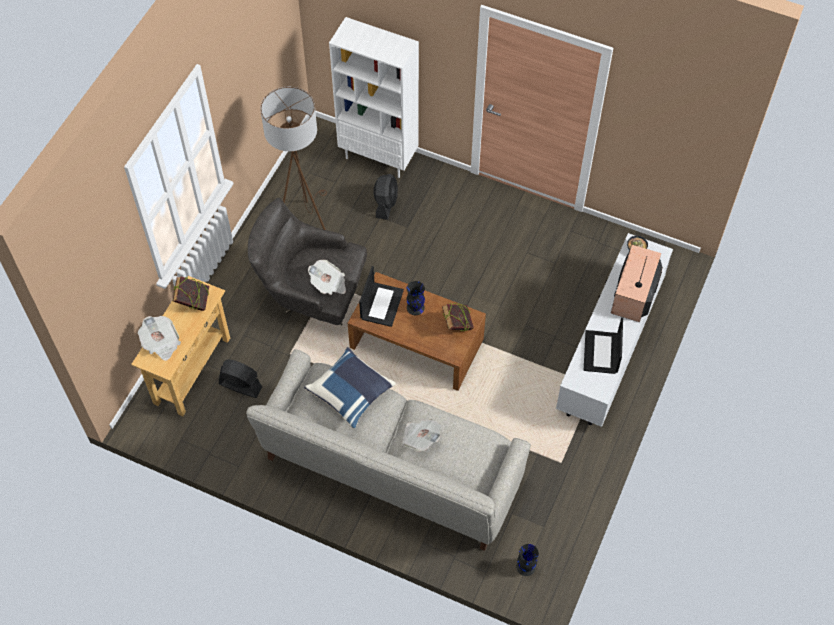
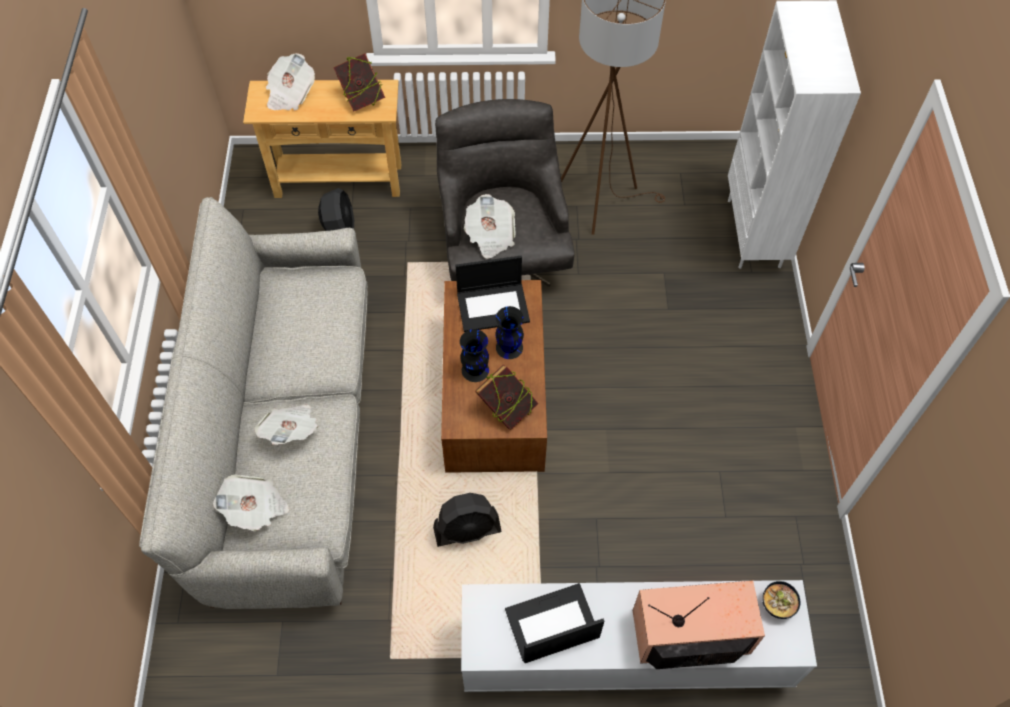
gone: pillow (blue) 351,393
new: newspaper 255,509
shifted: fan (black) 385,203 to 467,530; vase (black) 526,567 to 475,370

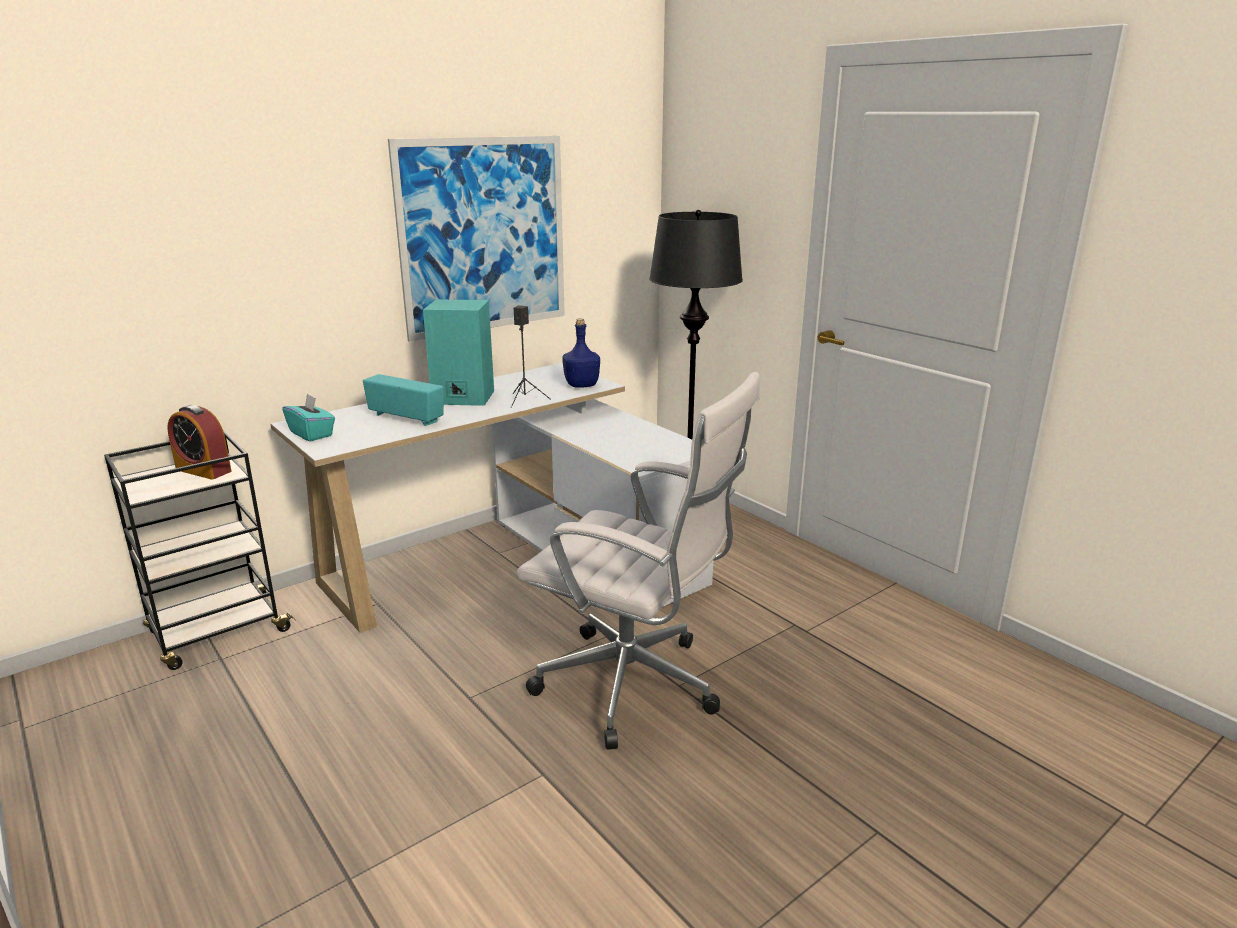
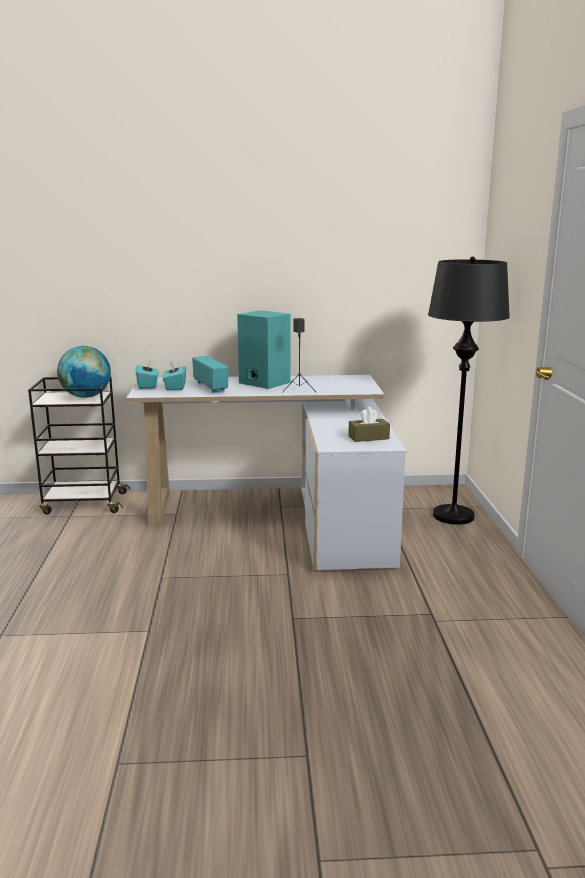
gone: picture 484,236; bottle (blue) 581,385; office chair (white) 636,687
new: tissue box (turquoise) 175,387; tissue box (brown) 368,437
swapped: alarm clock 203,470 to globe 86,396

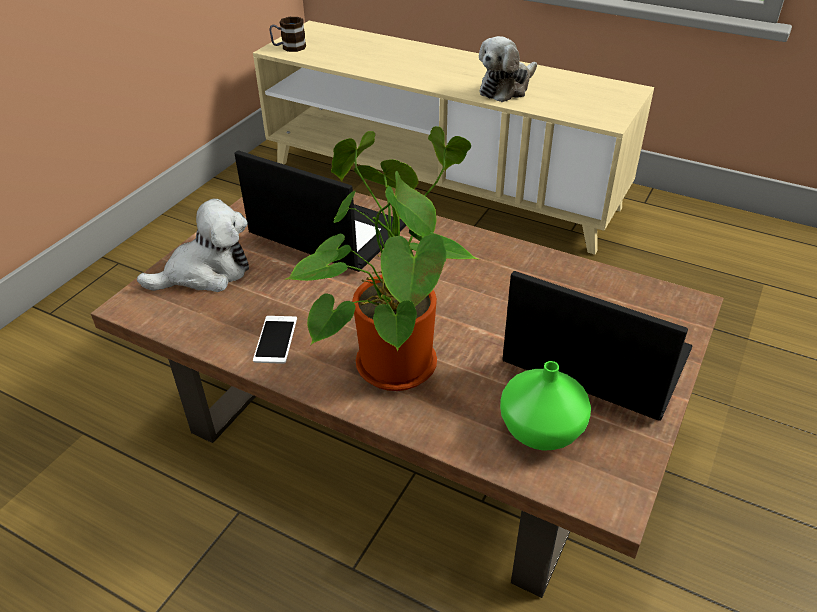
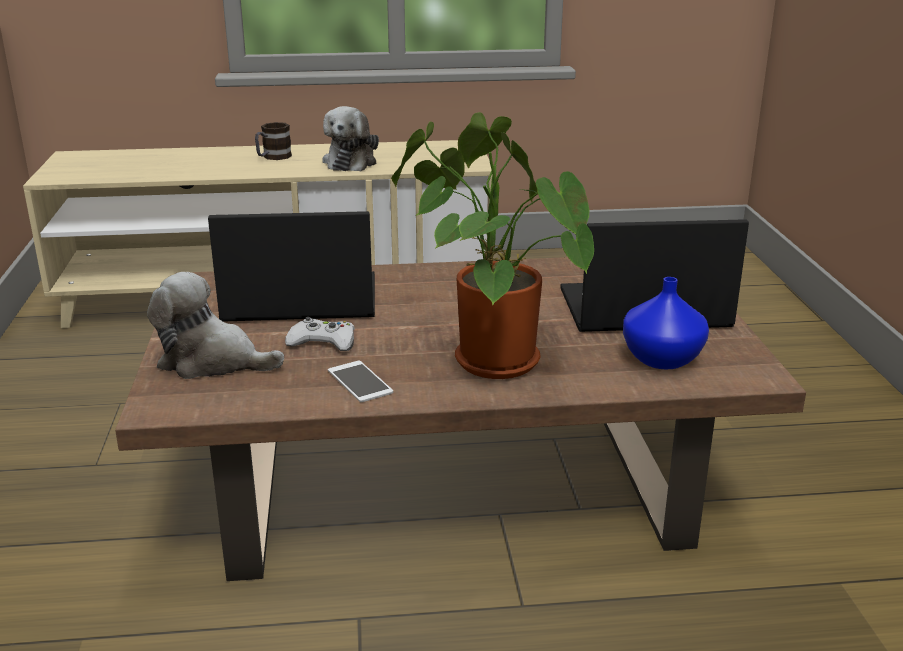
new: game controller (white) 323,342
shifted: mug 289,48 to 273,157
repainted: vase (green) 539,429 to vase (blue) 660,359
rotated: plush toy 206,273 = 212,361 105 degrees counterclockwise

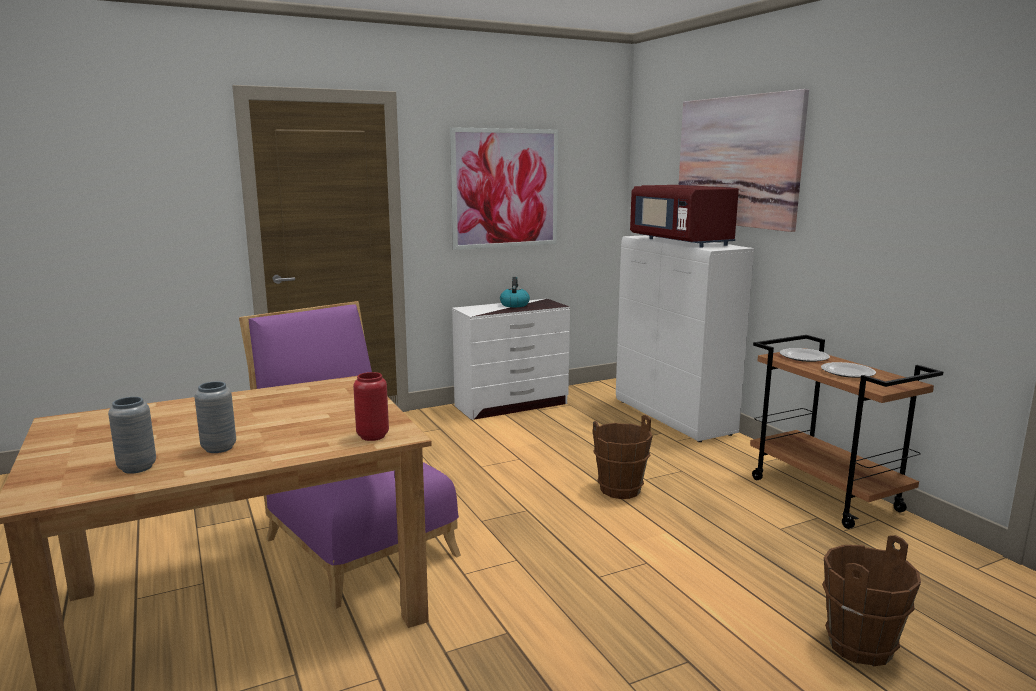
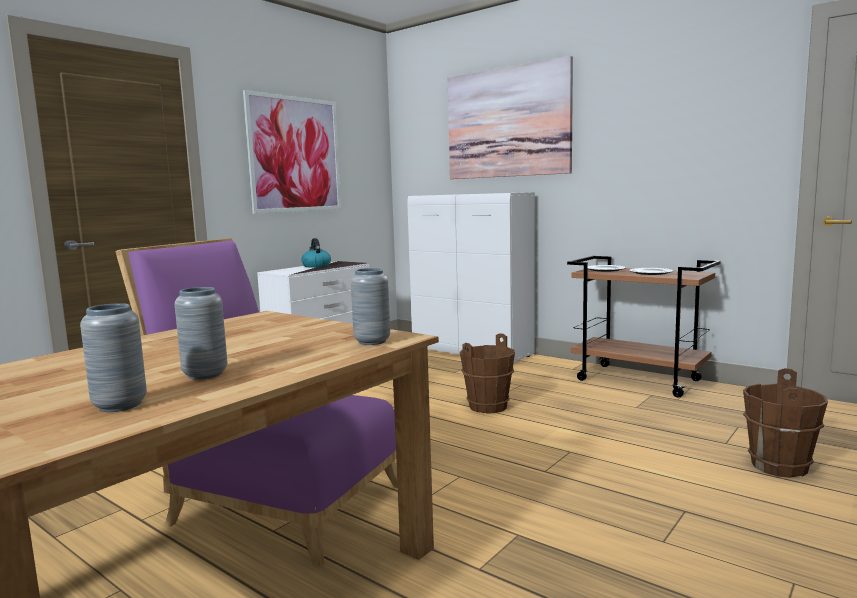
gone: microwave (red) 681,242
repainted: vase (red) 372,436 to vase (grey) 372,341

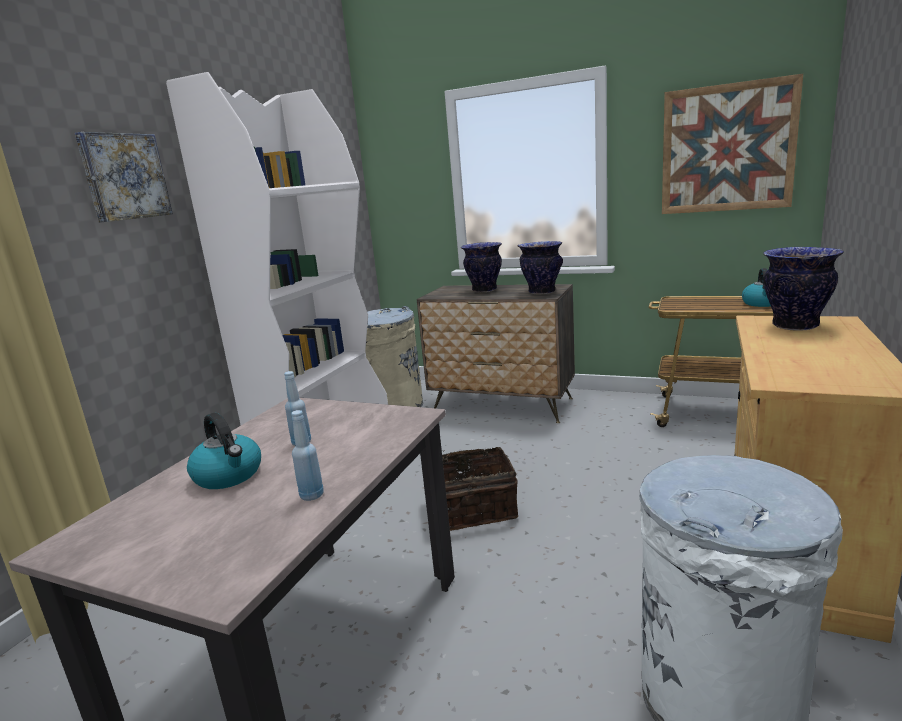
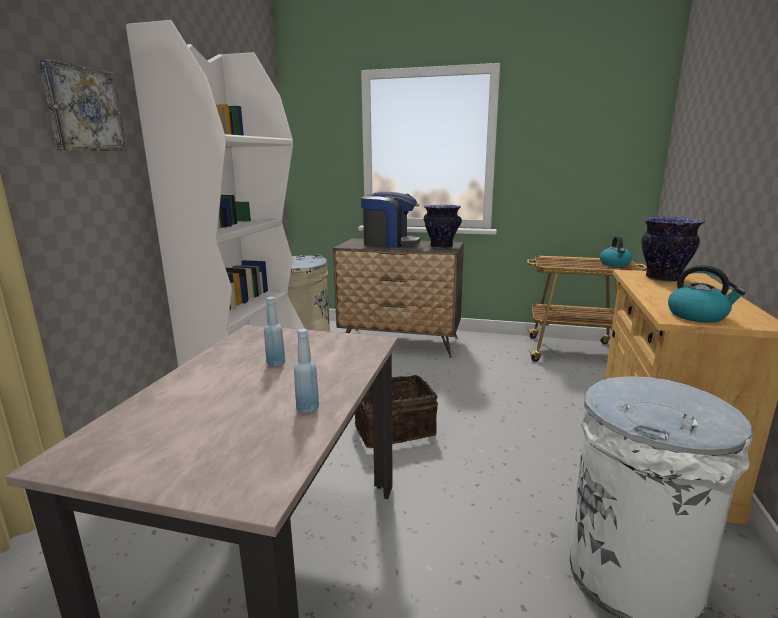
gone: picture 727,149
shifted: kettle 229,475 to 698,316
swapped: vase 484,290 to coffee machine 390,243

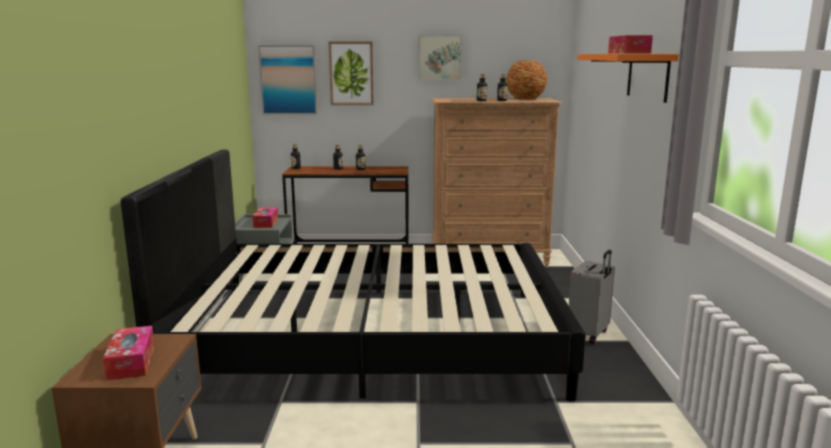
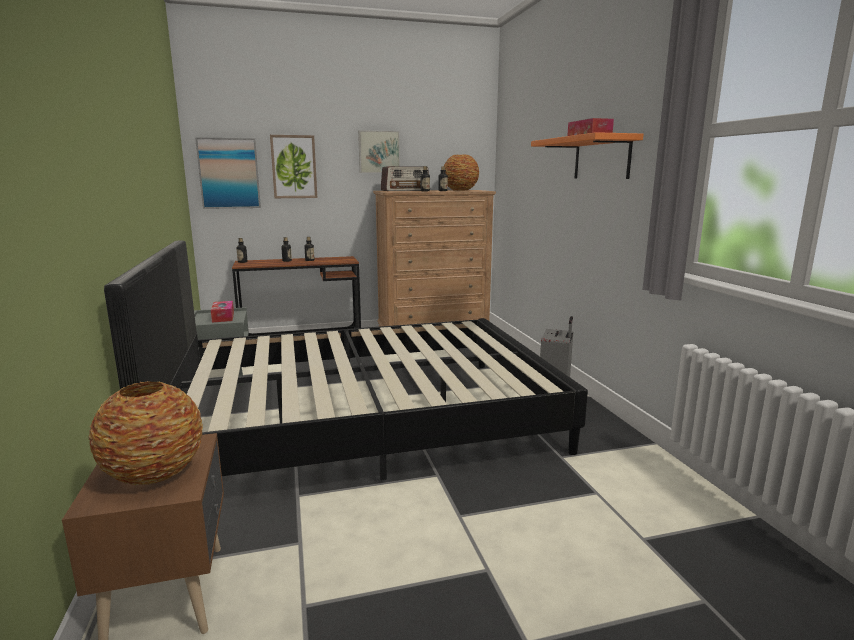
new: radio 405,190
swapped: tissue box 131,361 to vase 155,474

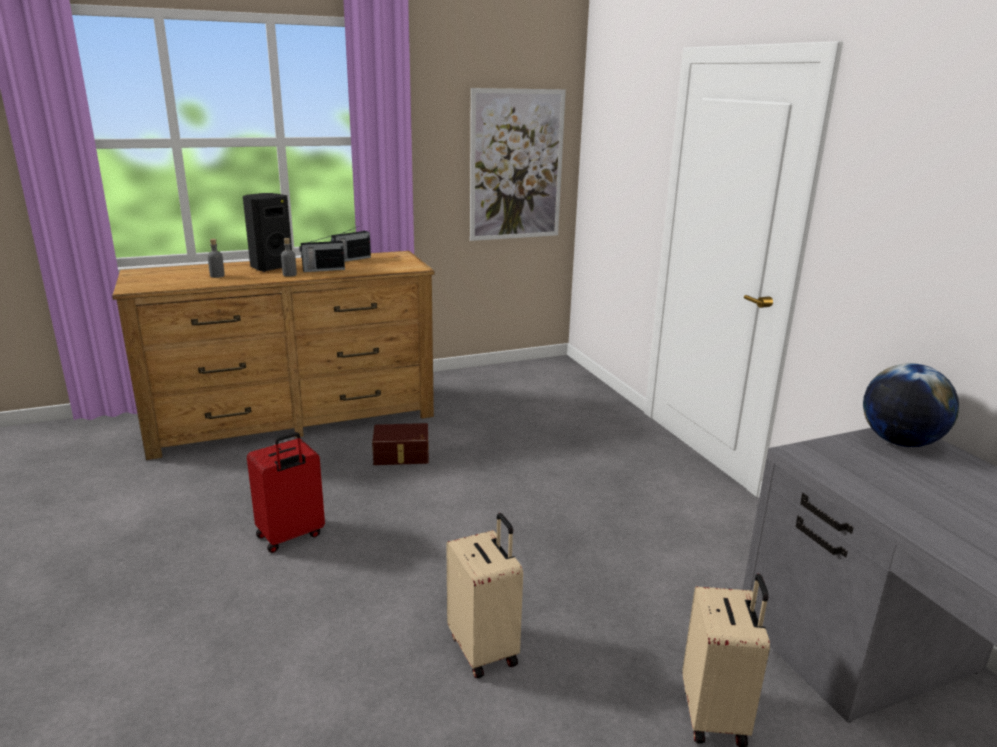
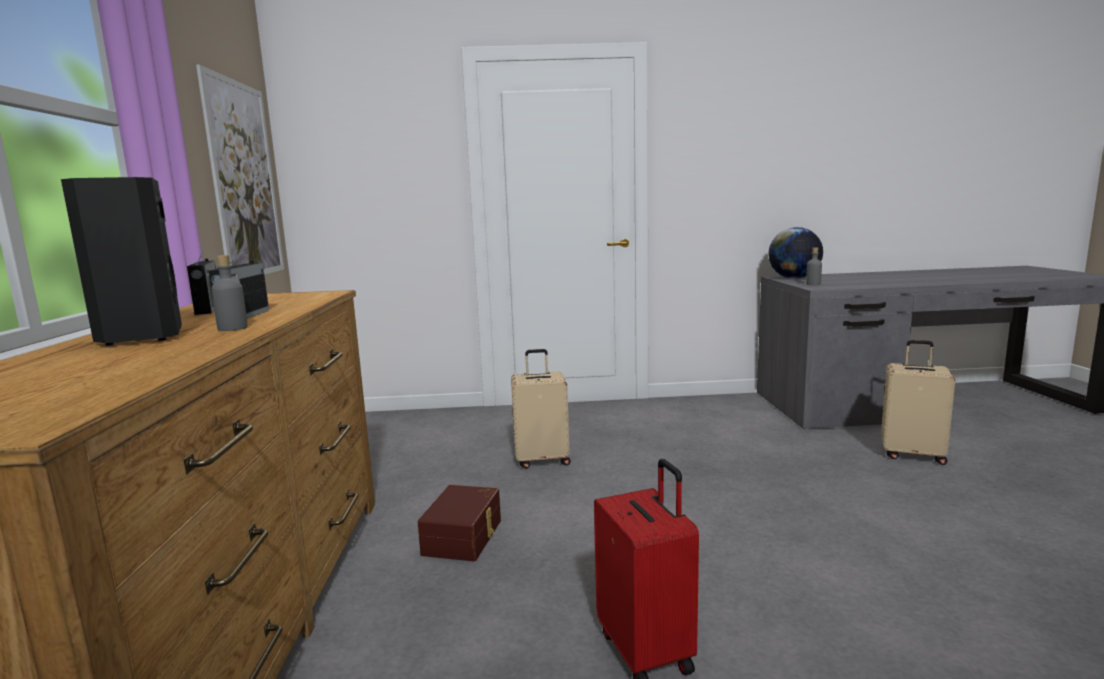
shifted: bottle (grey) 217,276 to 813,284; suitcase (beige) 485,649 to 542,460

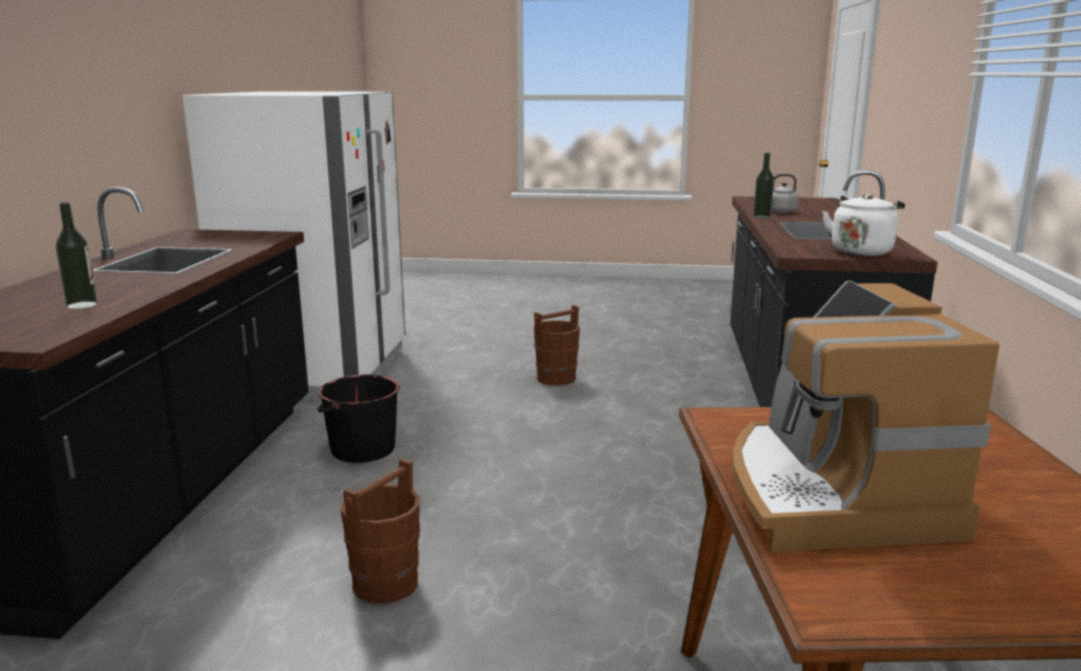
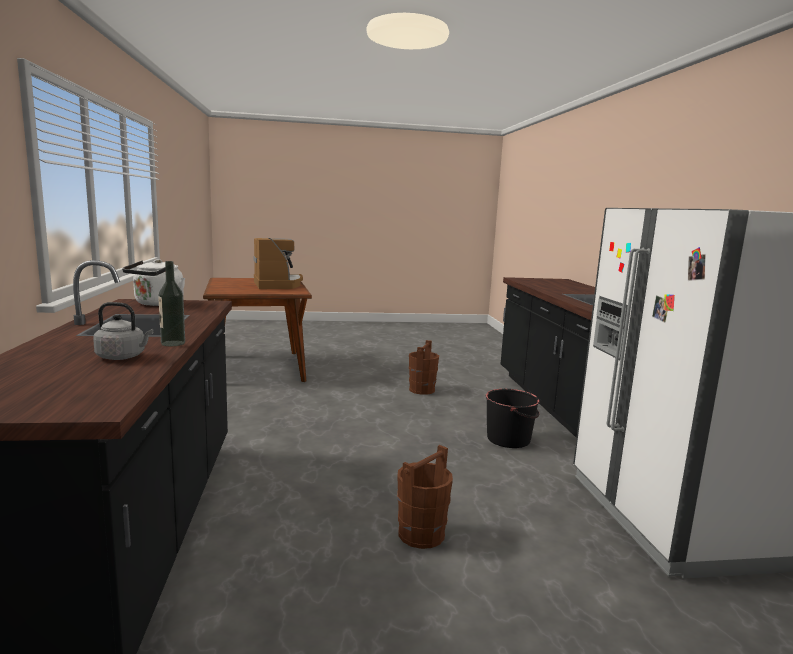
gone: bottle 82,305

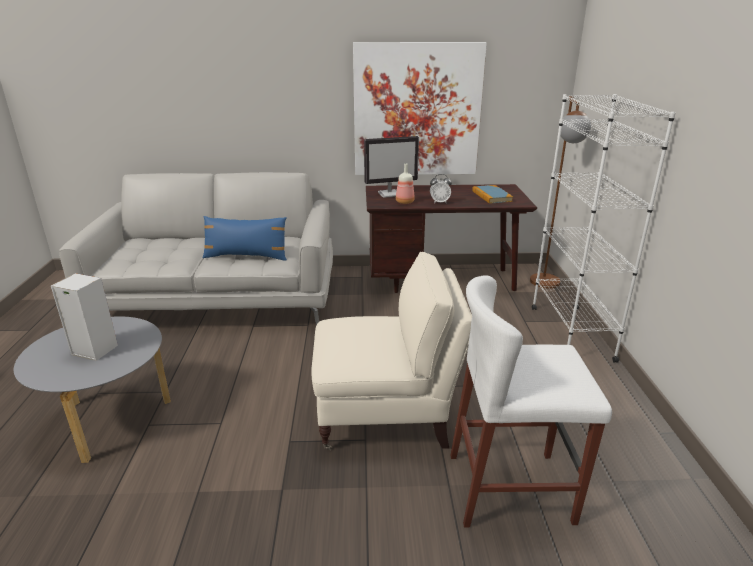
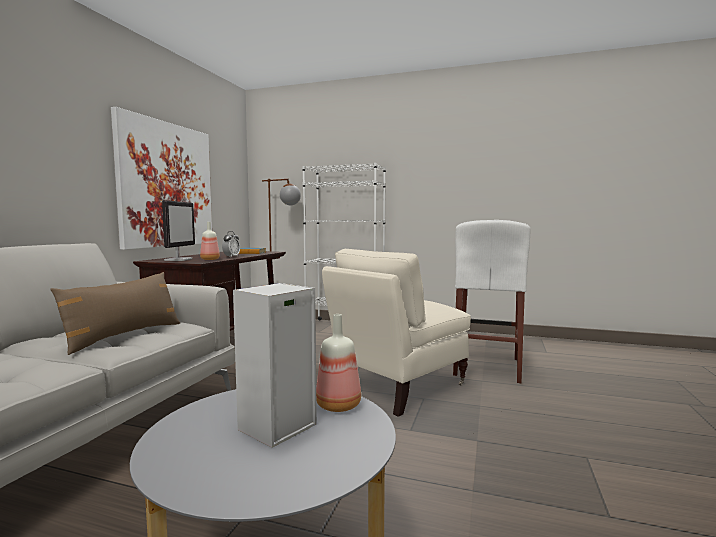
new: bottle 339,405
repainted: pillow (blue) 246,256 to pillow (brown) 124,336
rotated: armchair (beige) 387,415 = 396,386 150 degrees counterclockwise

